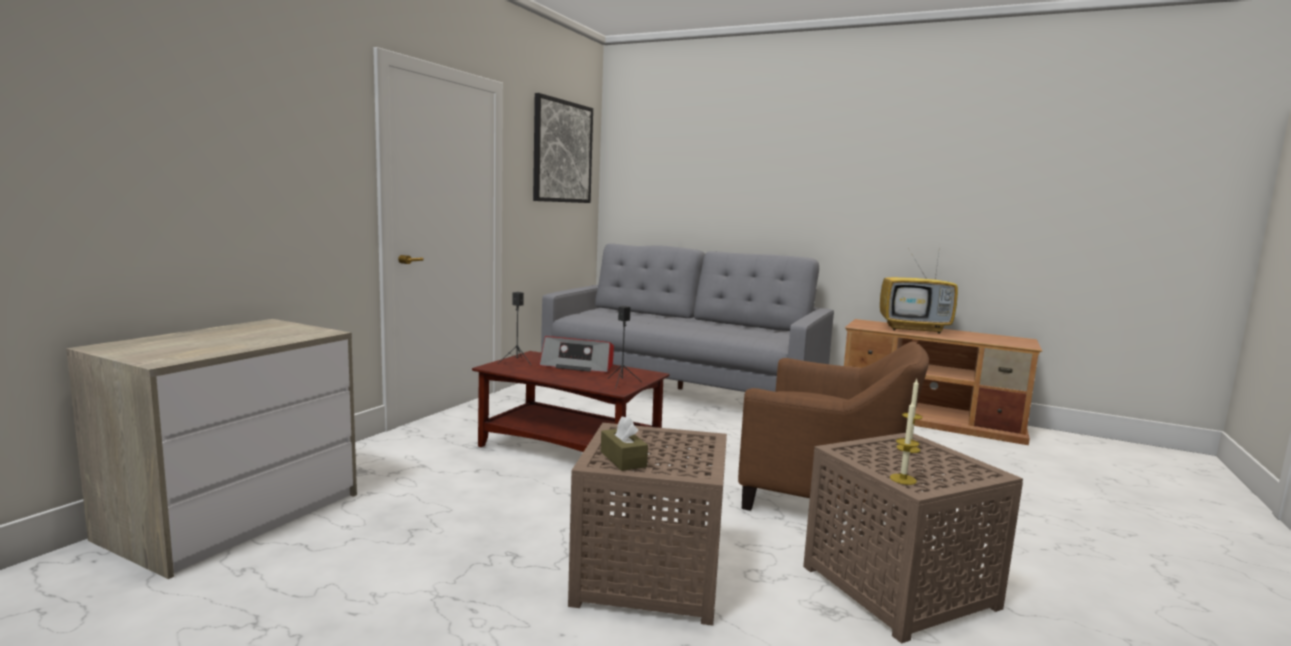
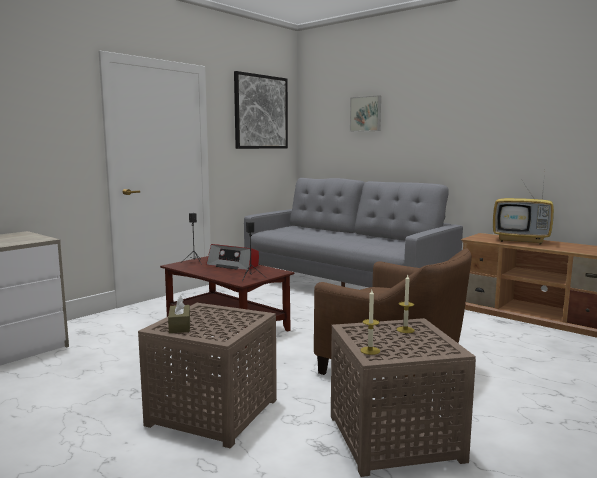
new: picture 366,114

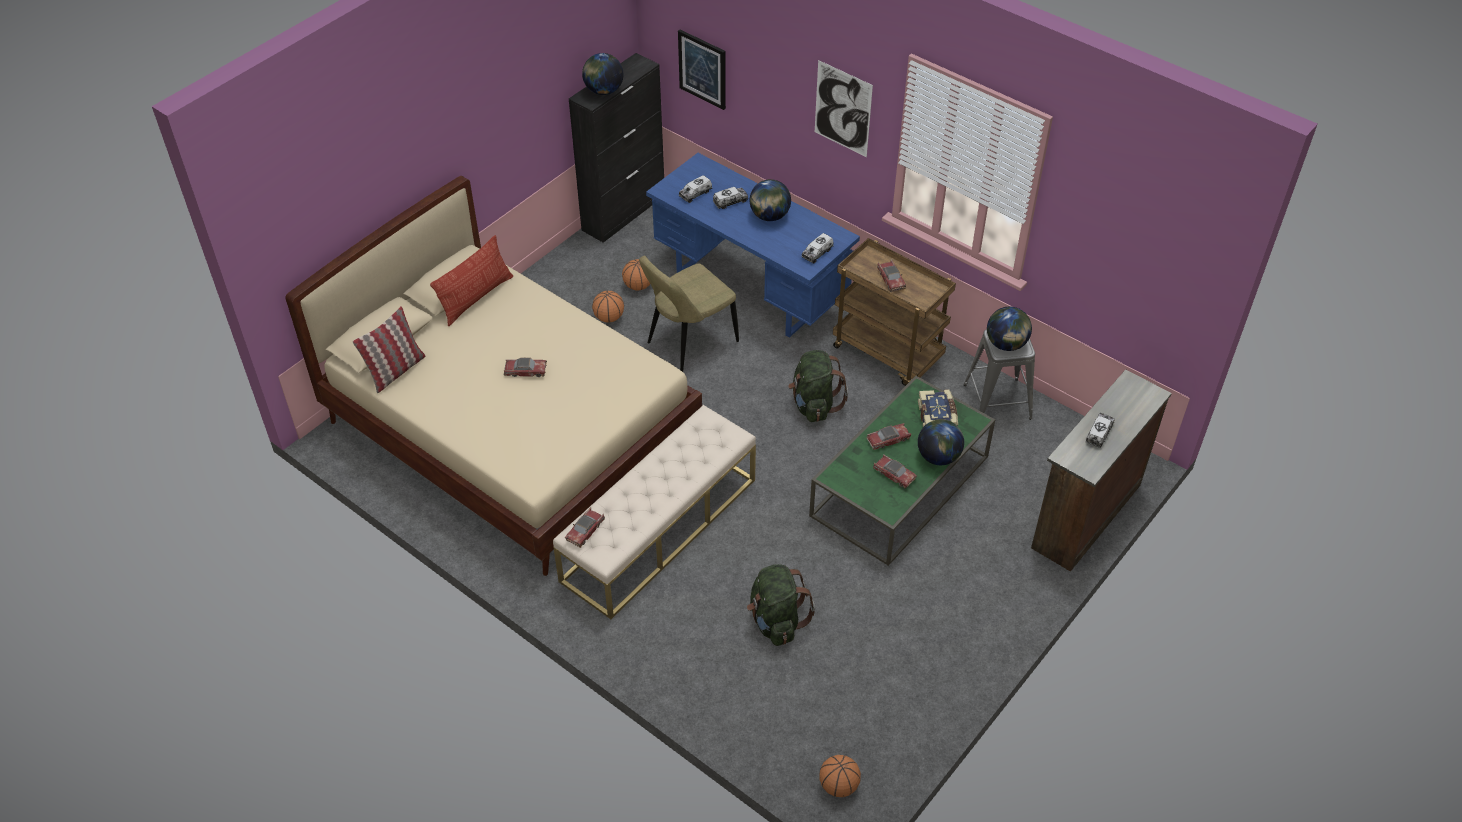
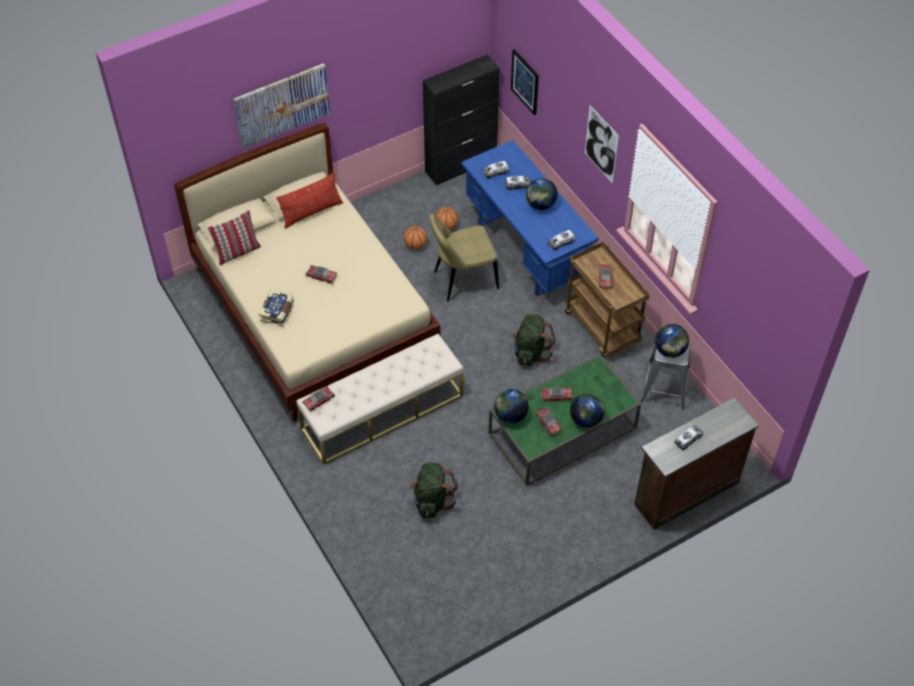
gone: basketball 838,786
new: picture 282,105
shifted: globe 603,91 to 510,415; book 938,417 to 278,312

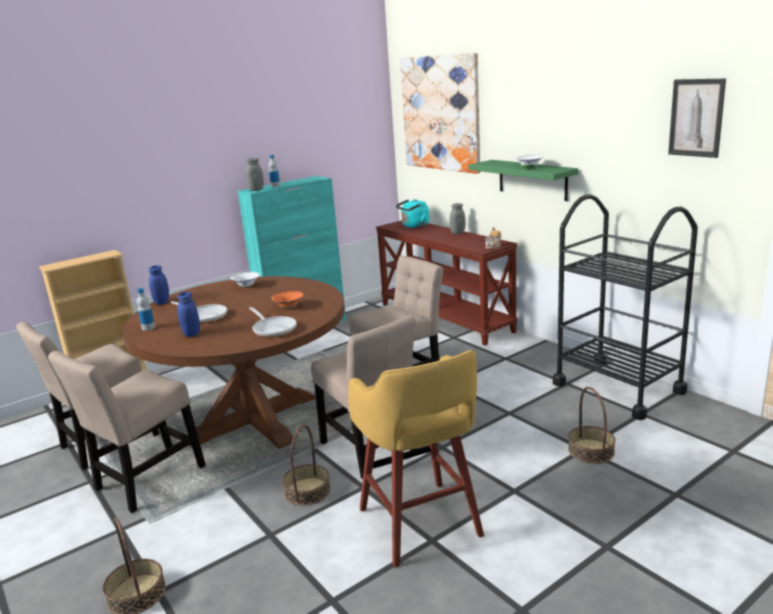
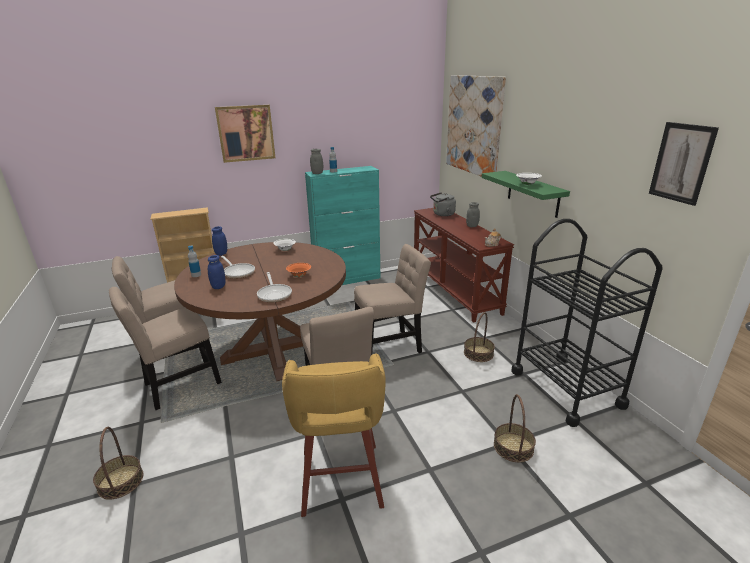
new: picture 246,133
shifted: basket 307,491 to 478,353
repainted: kettle (turquoise) 414,226 to kettle (grey) 442,214

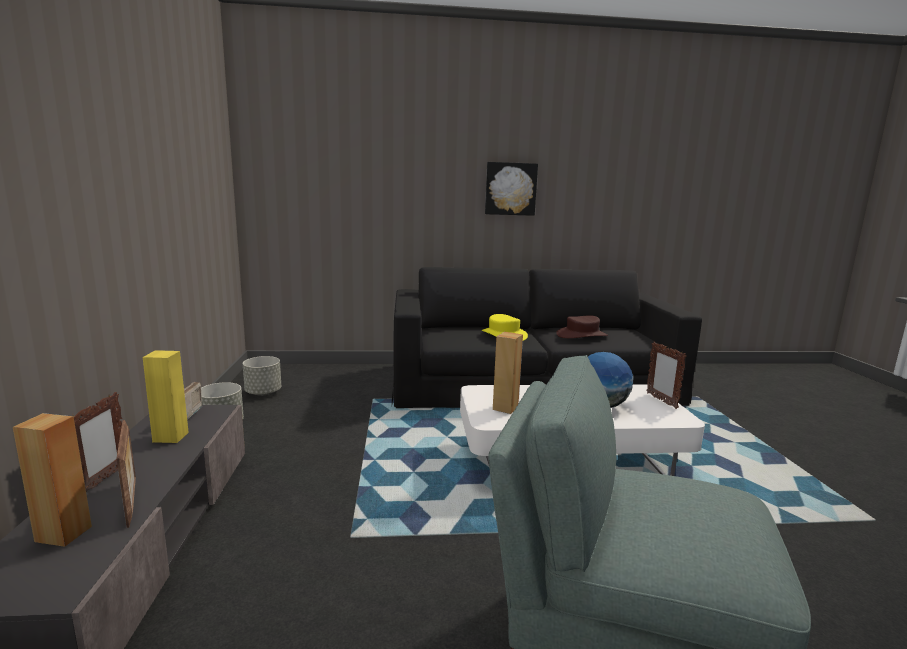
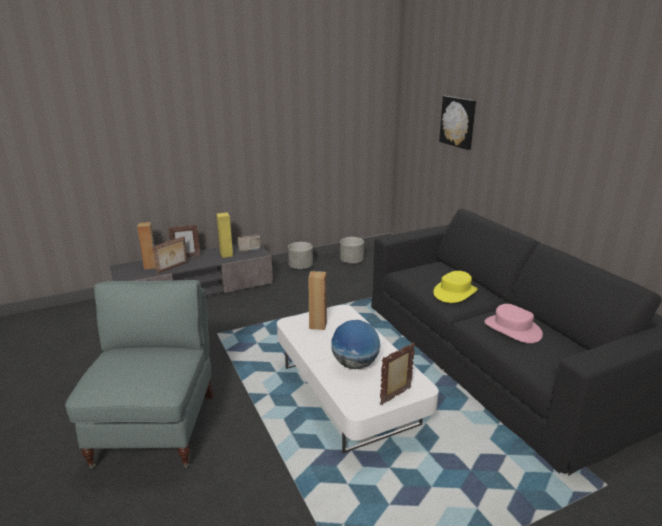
shifted: picture 510,189 to 458,122
repainted: hat (brown) 581,335 to hat (pink) 512,329

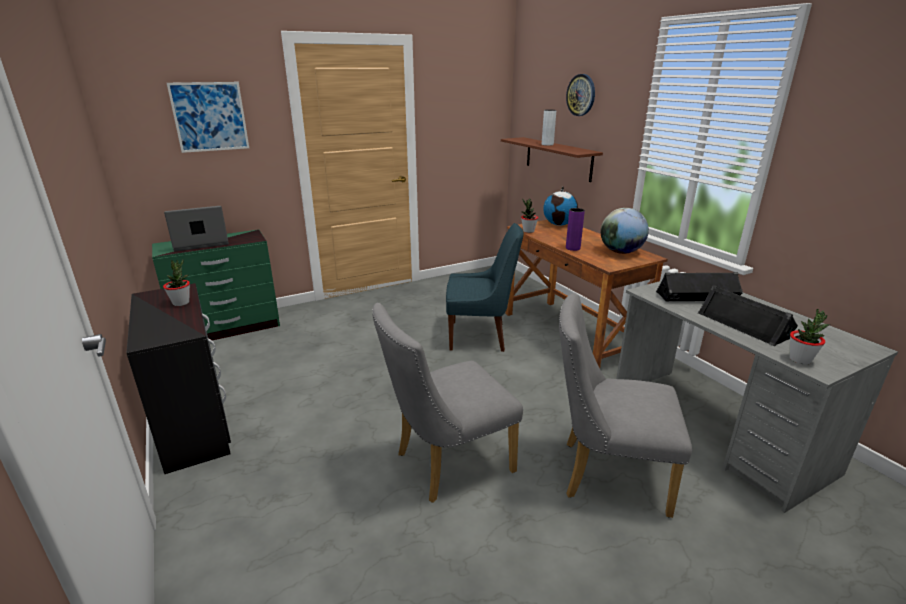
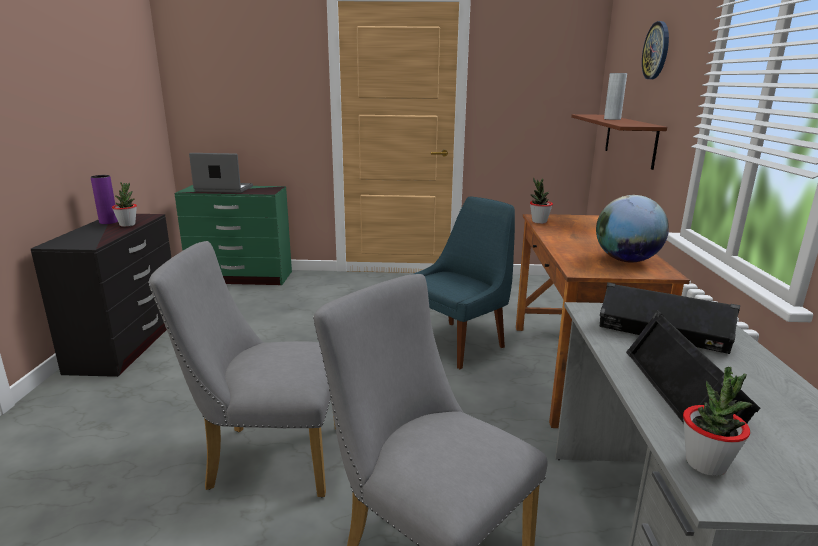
gone: picture 210,117; globe 559,224
shifted: vase (purple) 572,248 to 108,222
rotated: chair (blue) 480,336 = 458,343 75 degrees counterclockwise

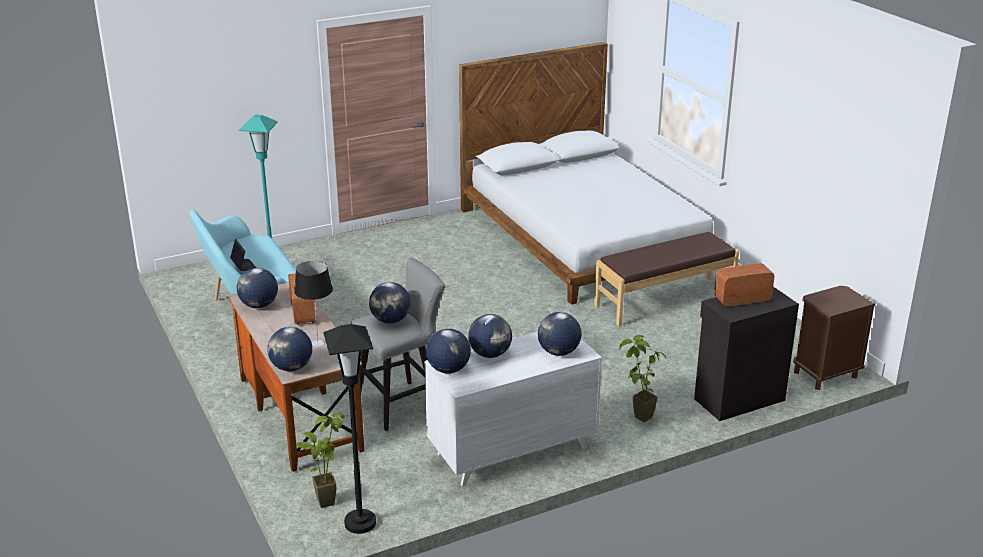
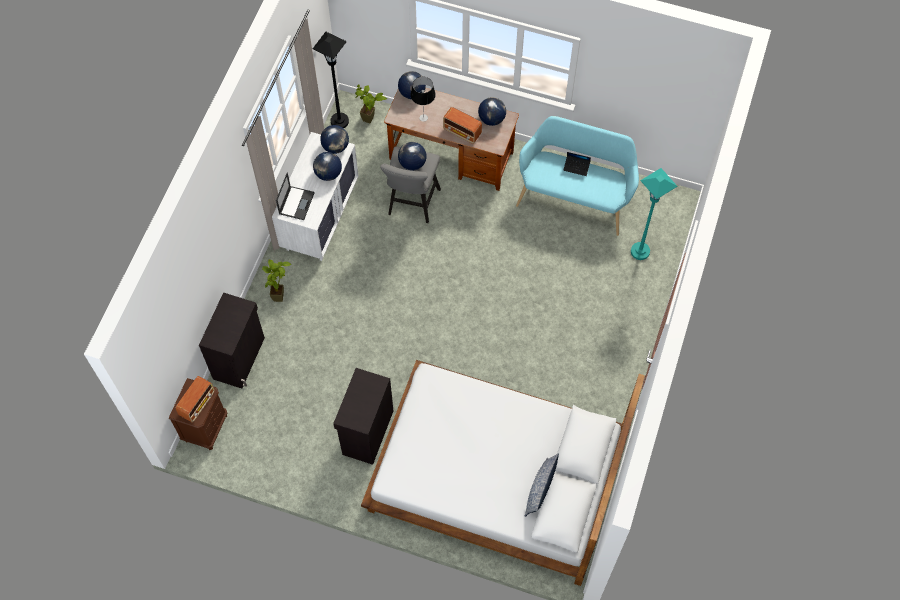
new: pillow 540,488
shifted: radio 741,300 to 198,403
swapped: bench (brown) 664,300 to cabinet (black) 366,432; globe 558,352 to laptop 296,203

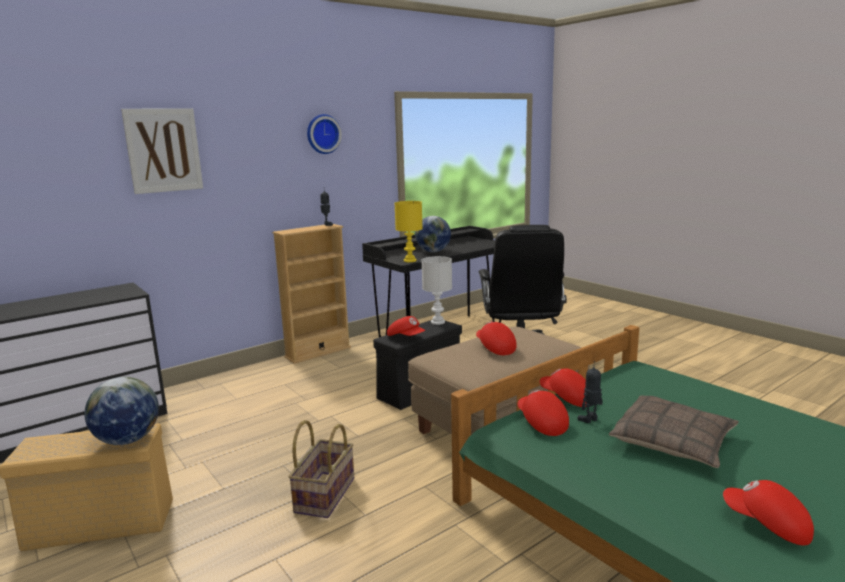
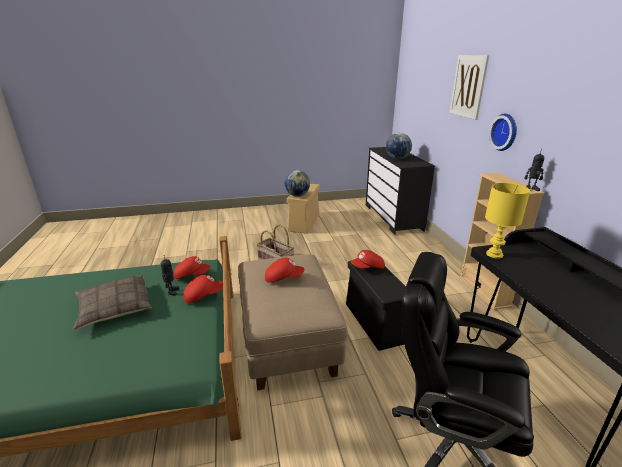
gone: table lamp (white) 438,322; cap (red) 767,525
shifted: wall clock 322,134 to 505,132; globe 433,251 to 397,158

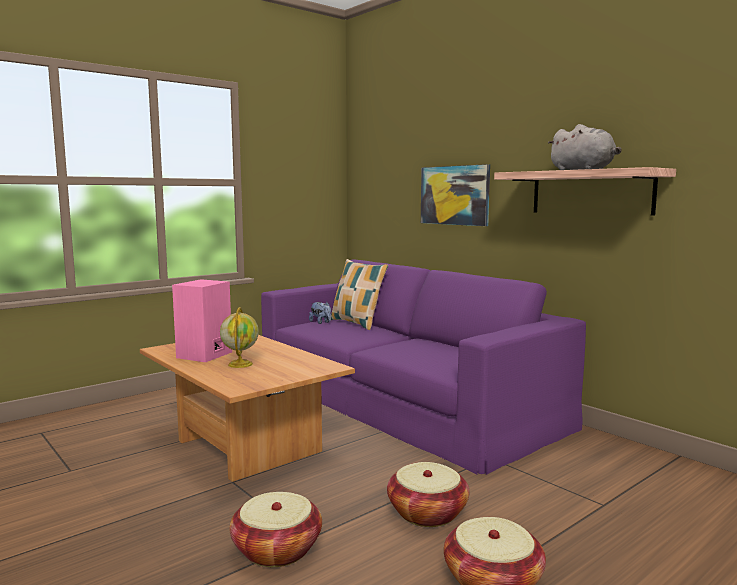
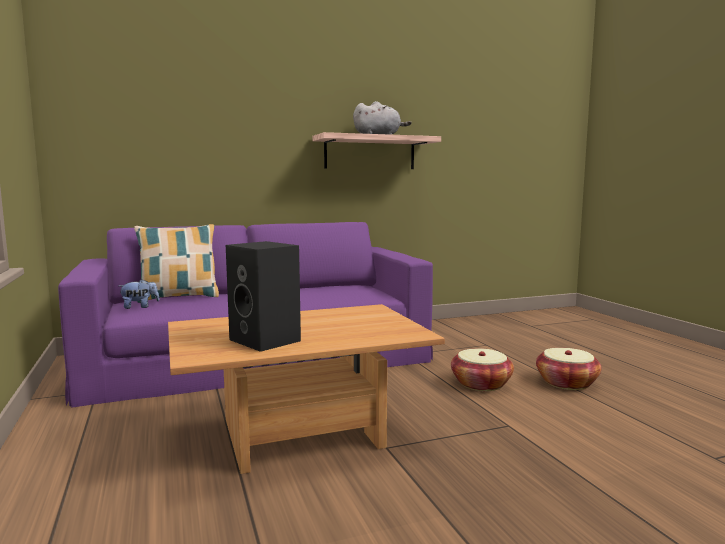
gone: picture 454,195; globe 240,364; basket 277,549
repainted: speaker (pink) 204,355 to speaker (black) 267,340

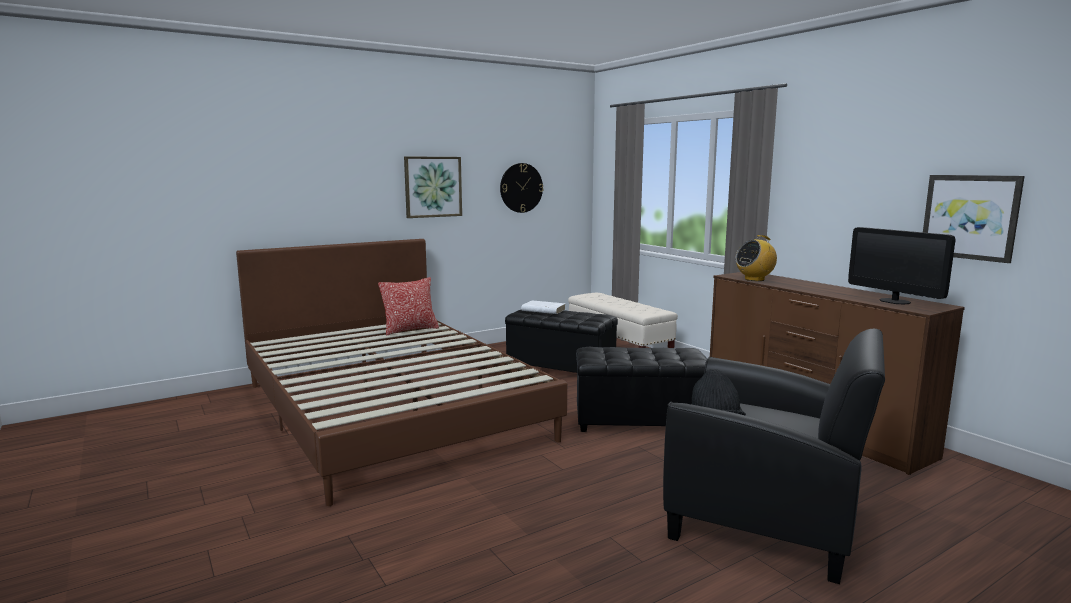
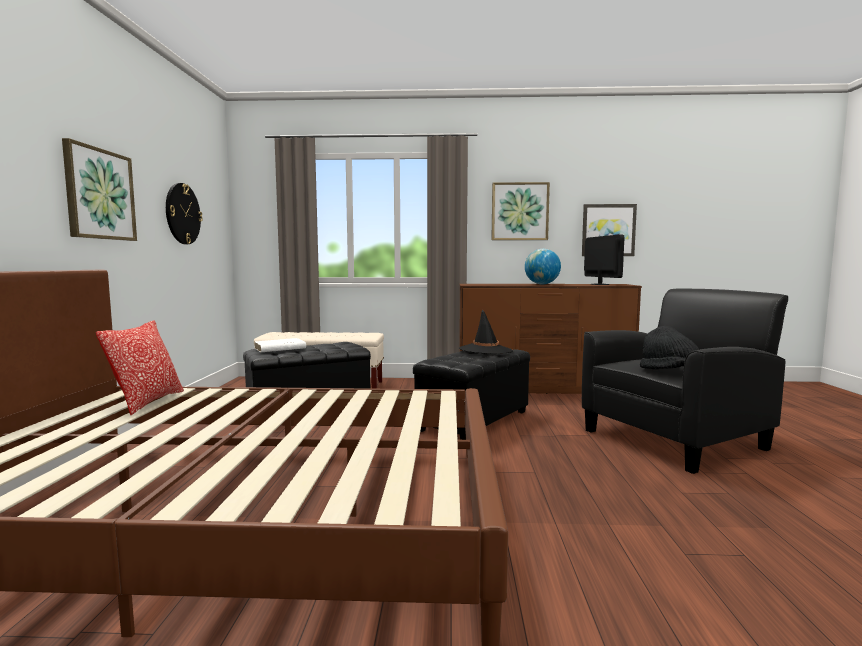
gone: radio 754,279
new: picture 519,211; globe 542,284; hat (black) 485,350
rotated: monitor 894,301 = 600,284 105 degrees counterclockwise

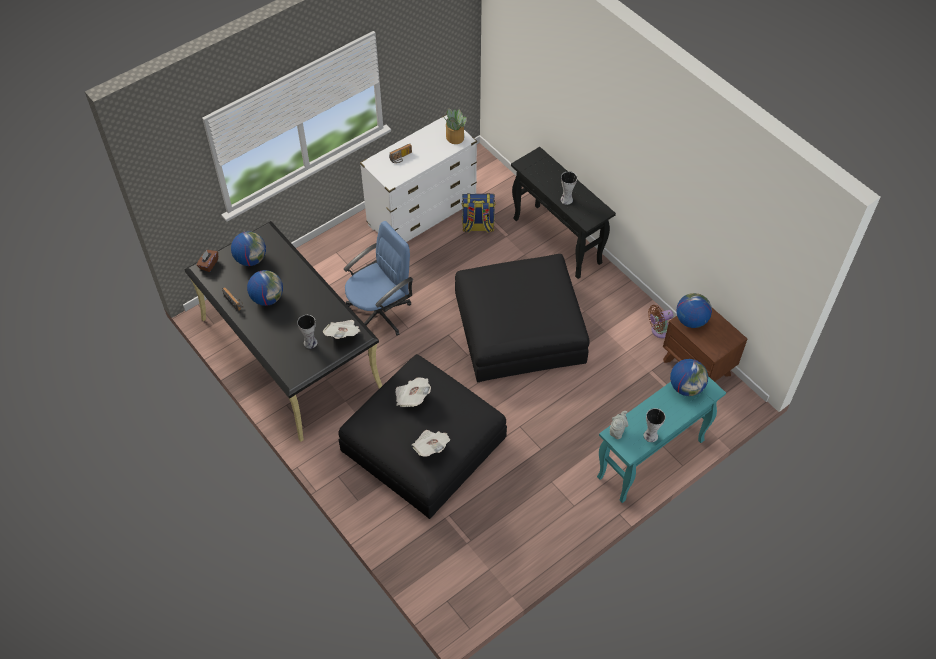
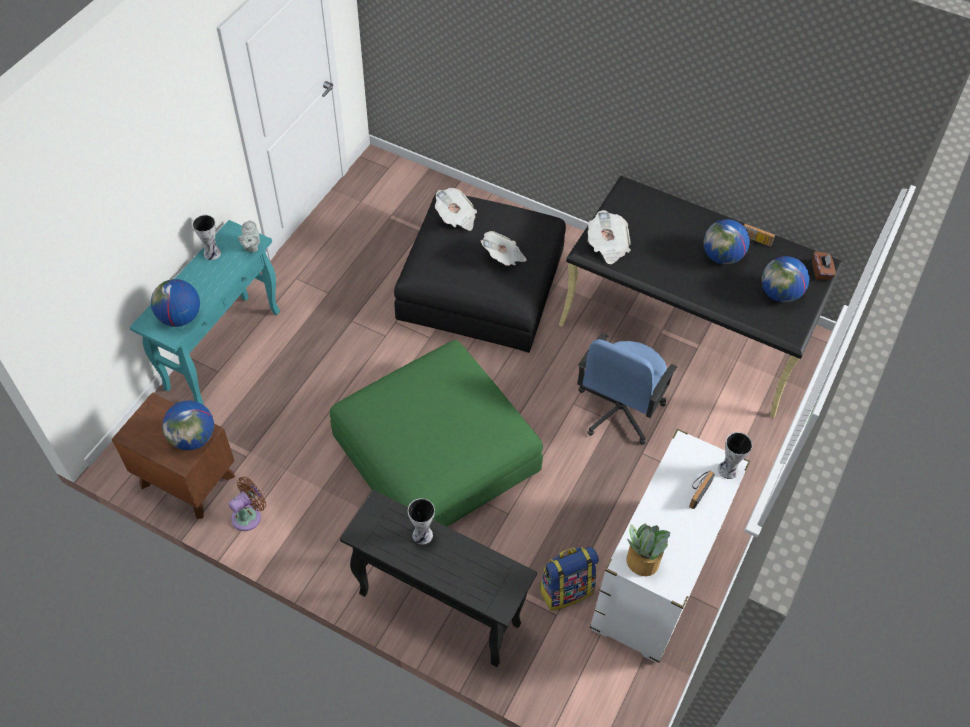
shifted: vase 310,342 to 728,471
repainted: ottoman (black) 519,328 to ottoman (green) 436,453

